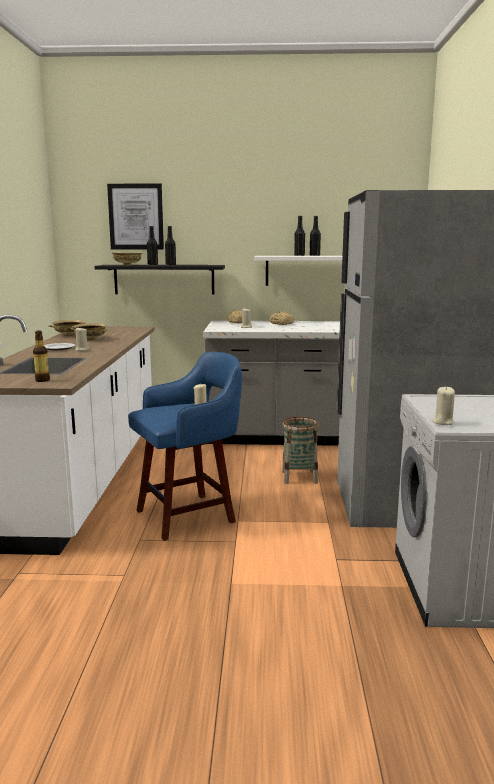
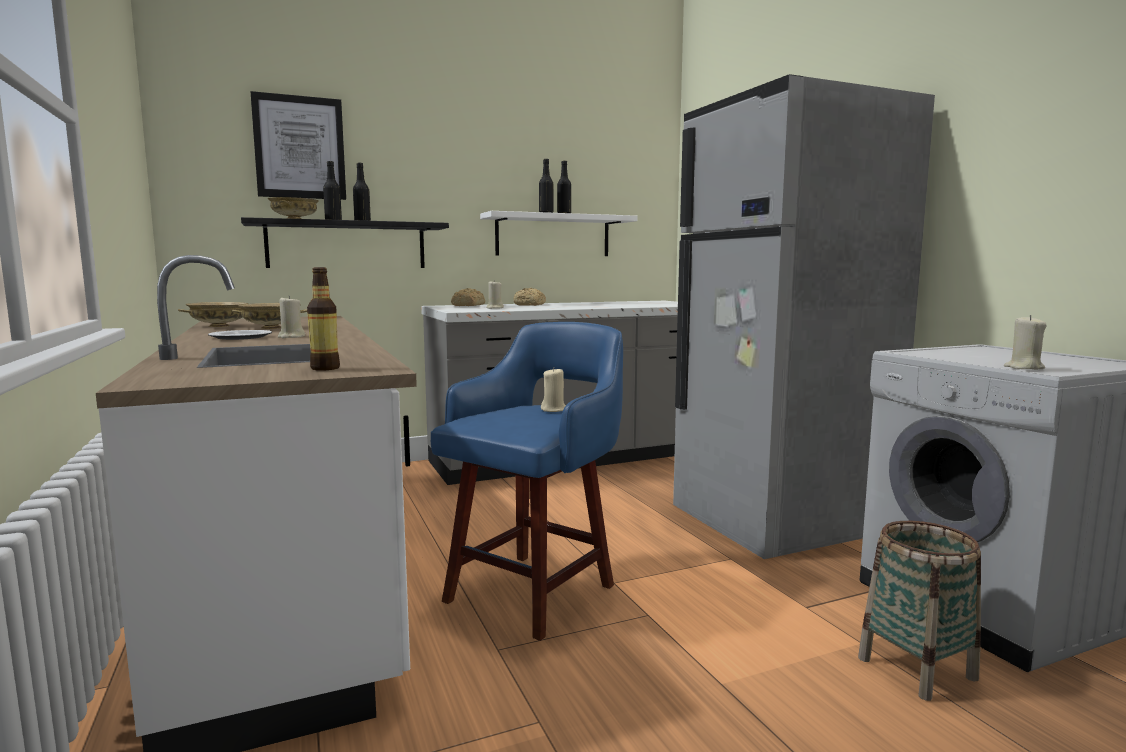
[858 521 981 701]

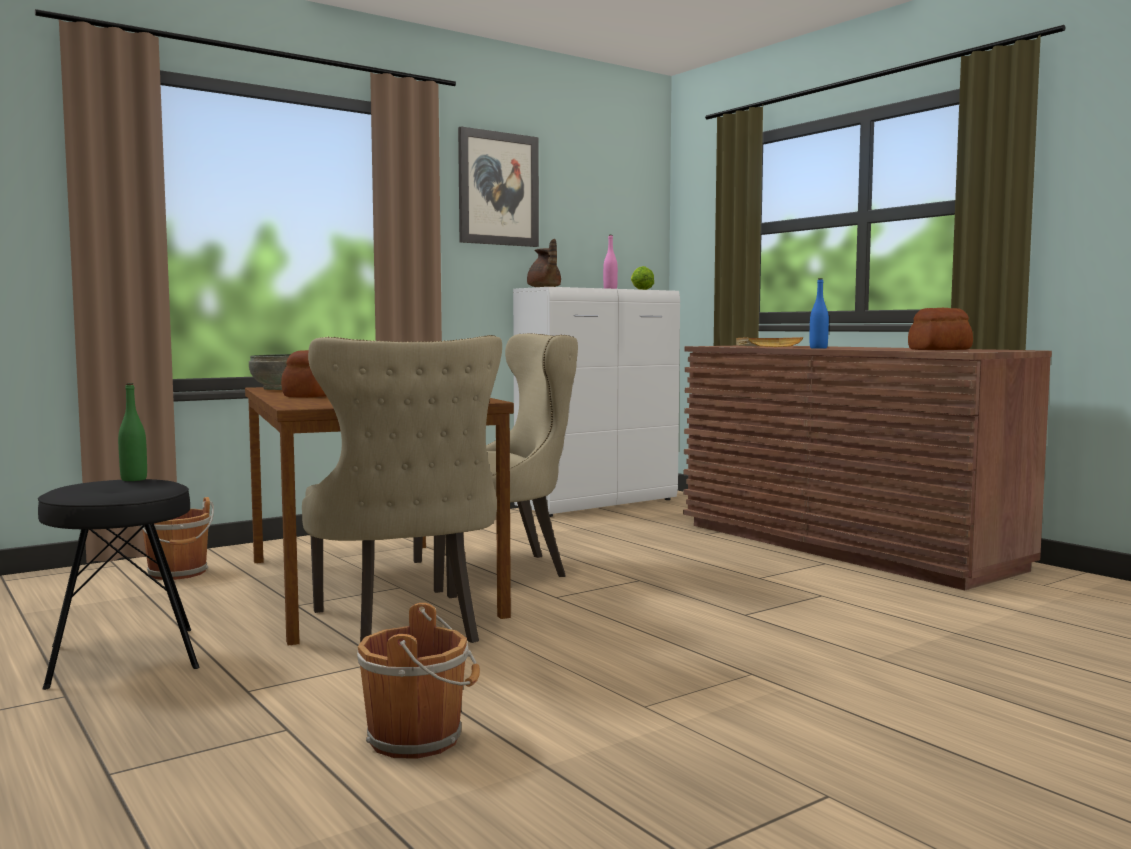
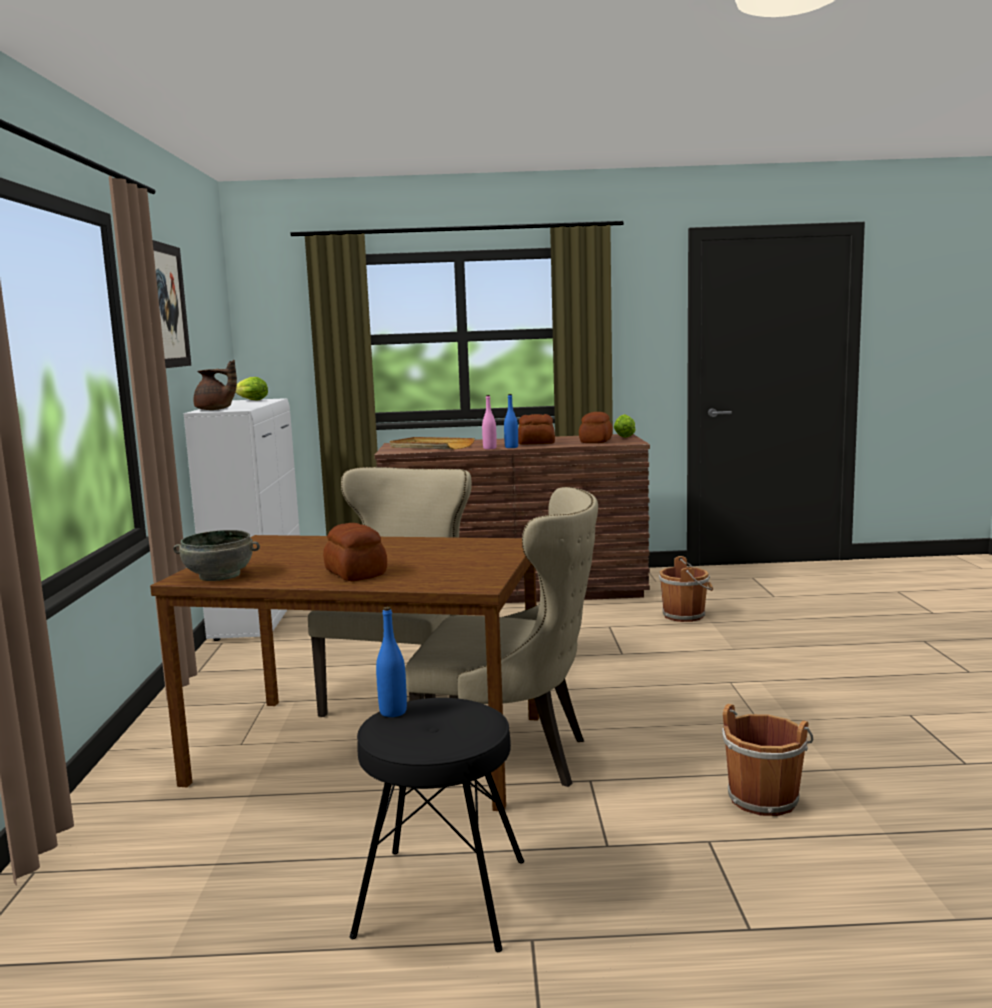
[376 607 407 717]
[659 556 713 622]
[482 395 497 449]
[518 414 555 445]
[613 414 636 438]

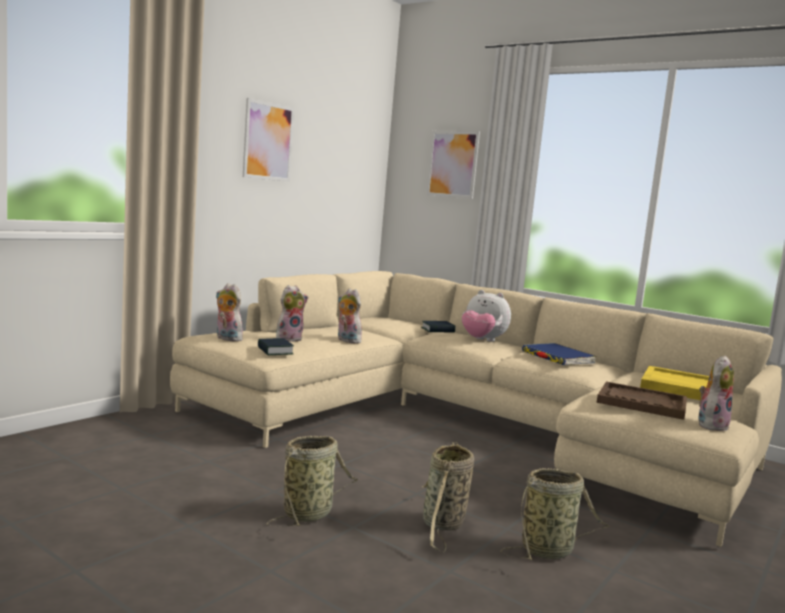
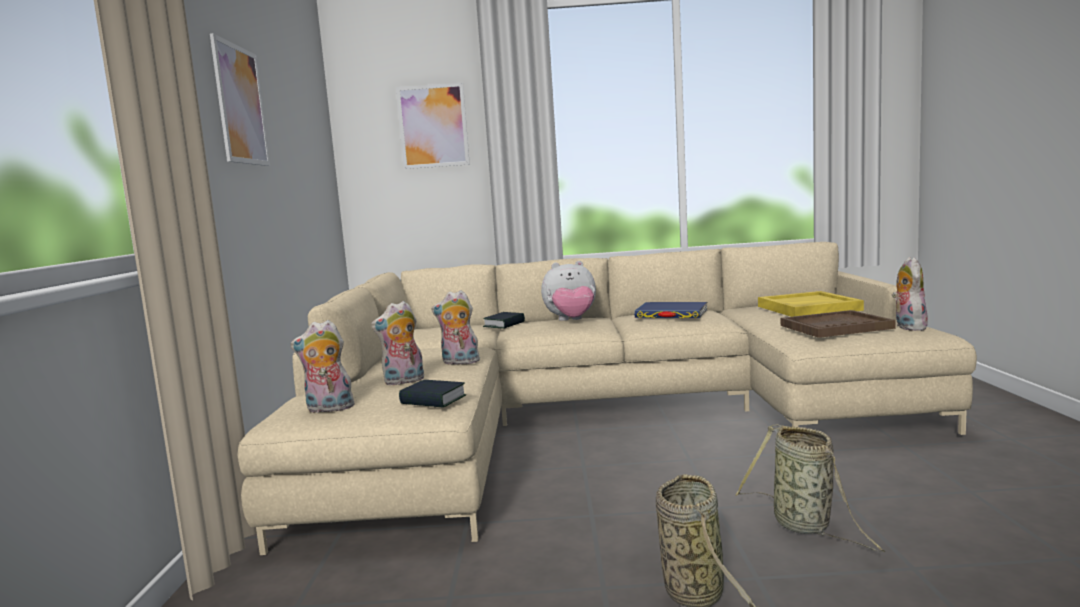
[371 301 424 386]
[501 468 610 560] (first image)

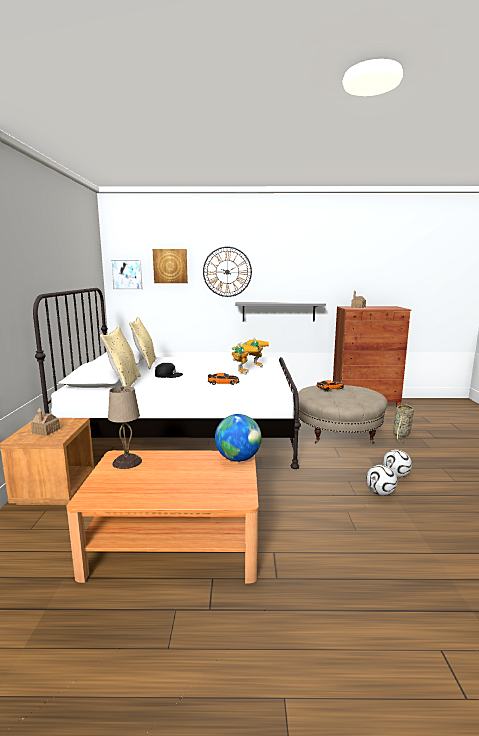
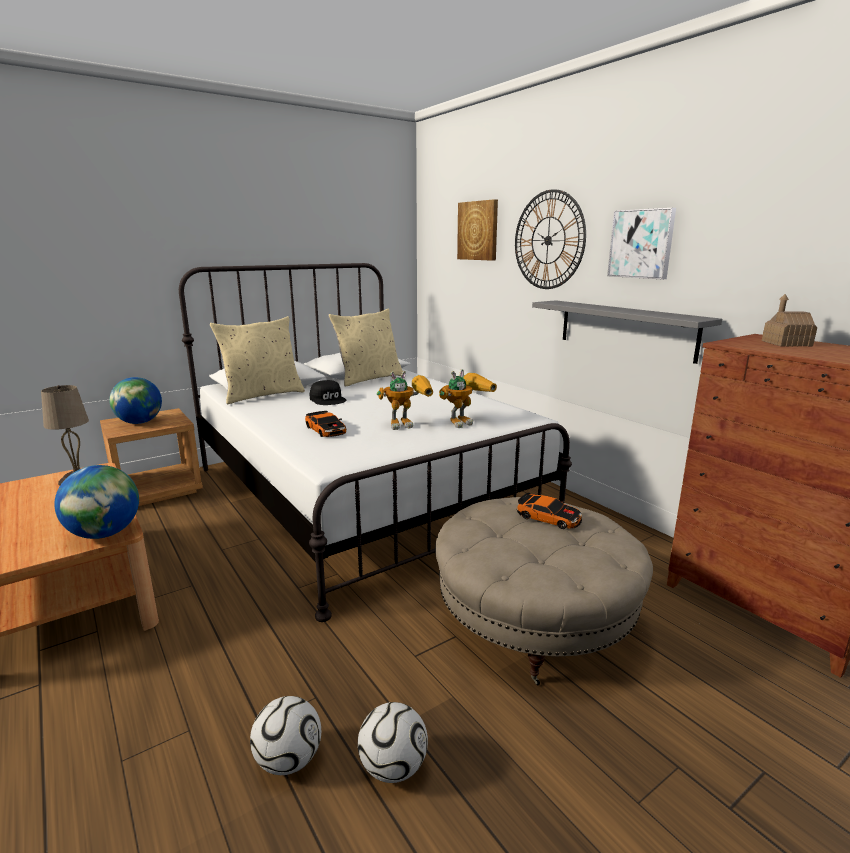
[109 377 162 424]
[607 208 676 279]
[392 404 414 442] (first image)

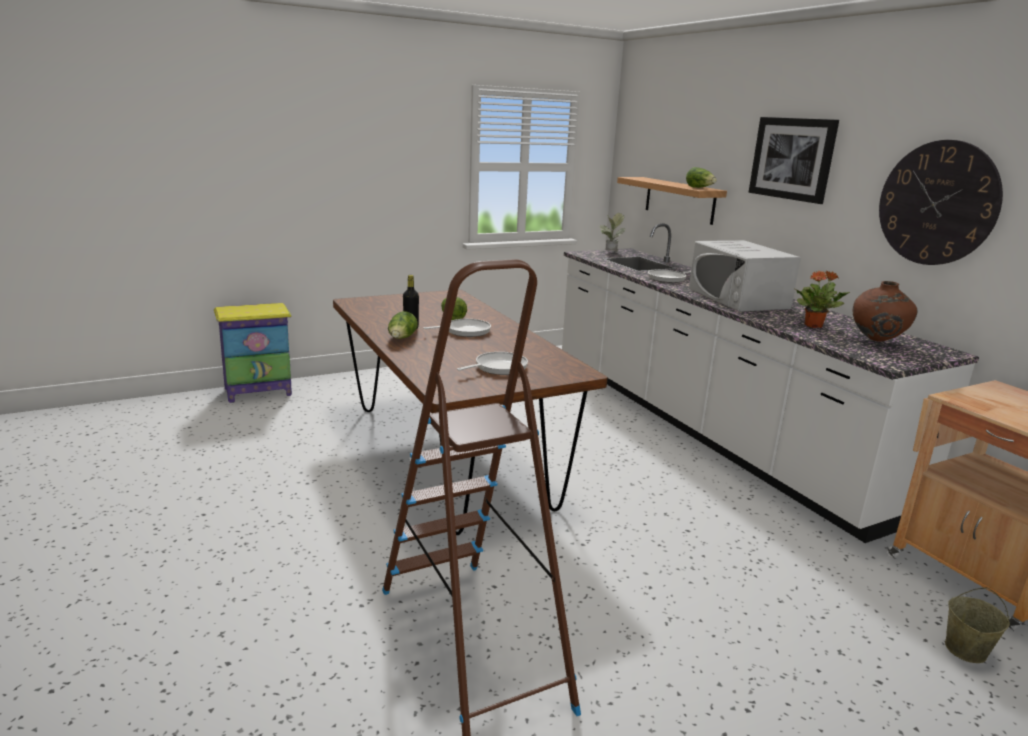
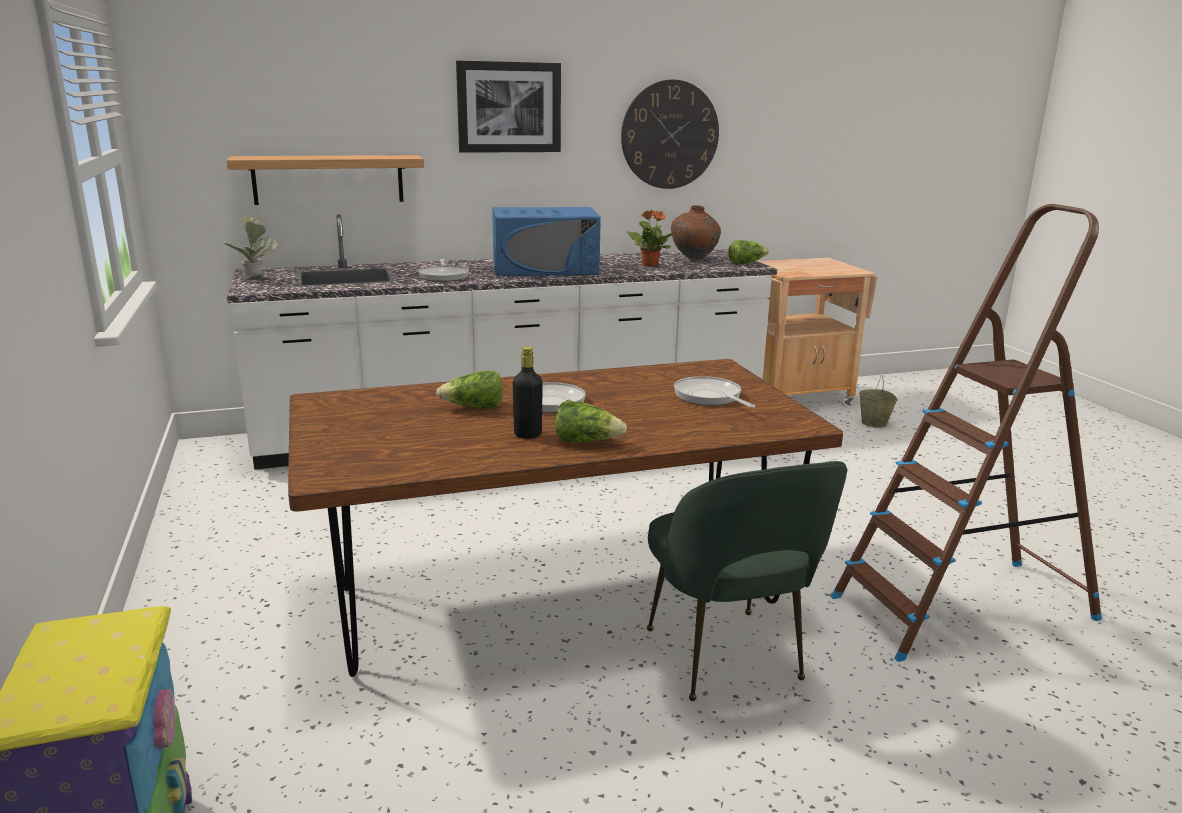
[728 240 769 265]
[492 207 601 276]
[647 461 847 701]

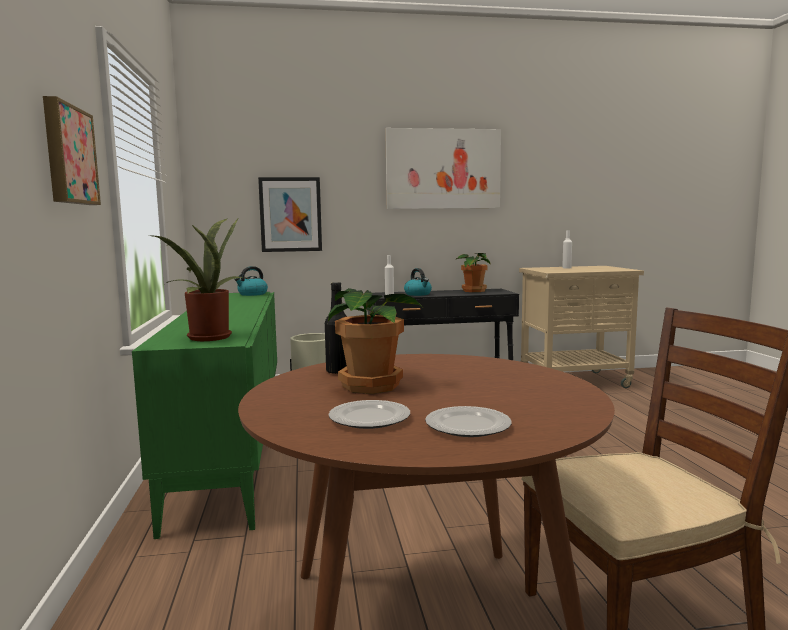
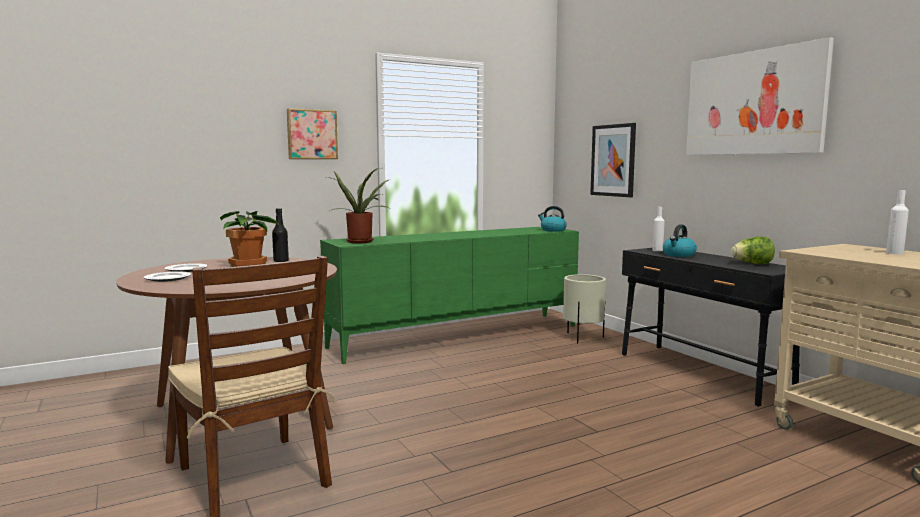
[731 237 775 264]

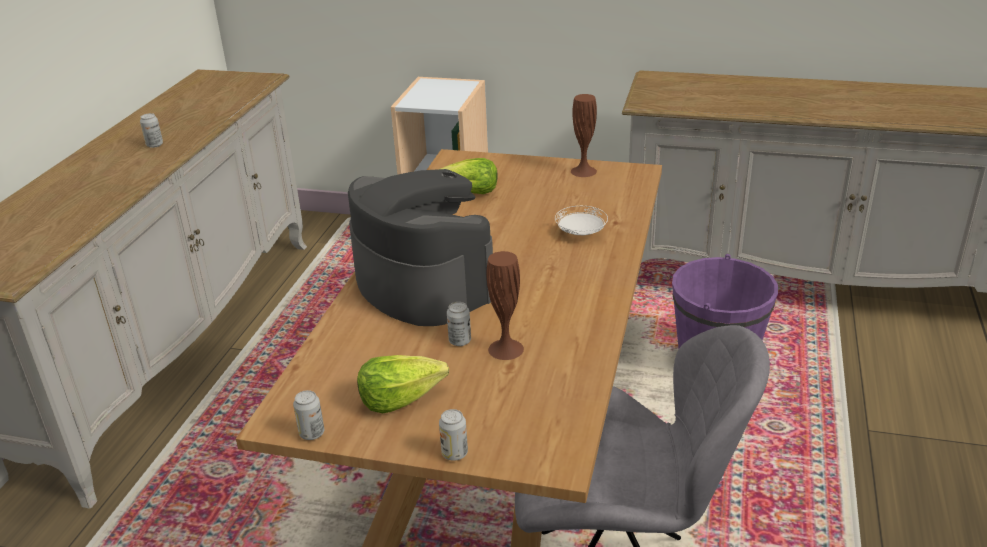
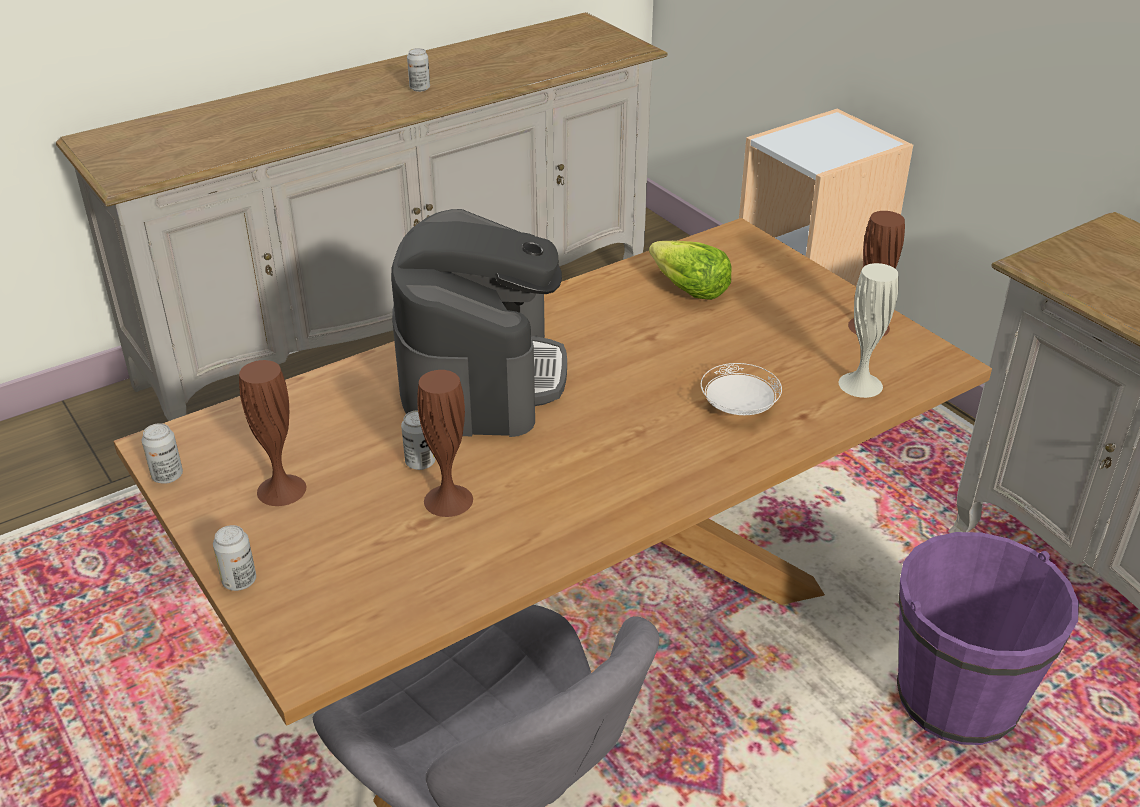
[239 360 306 506]
[838 263 899 398]

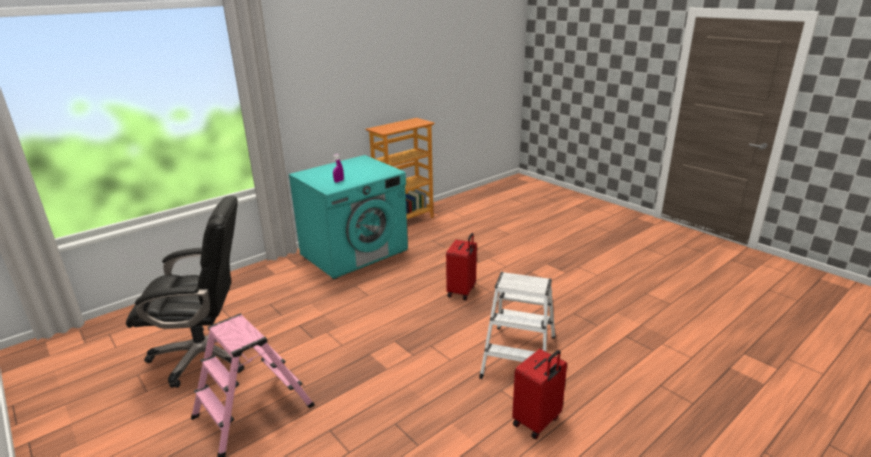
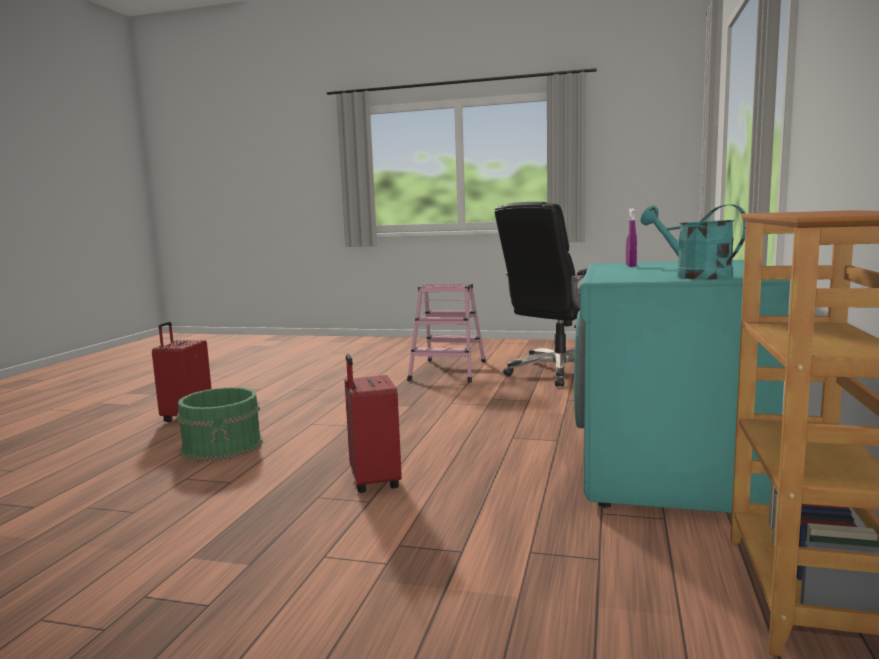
[177 387 263 461]
[641 204 746 280]

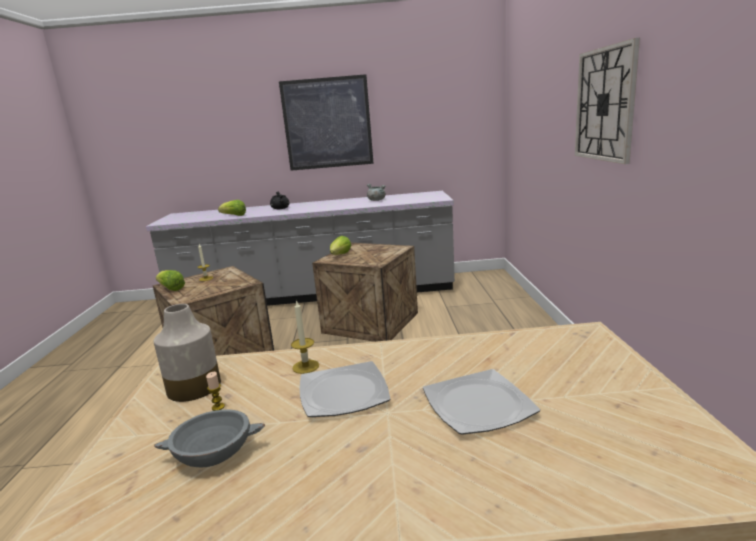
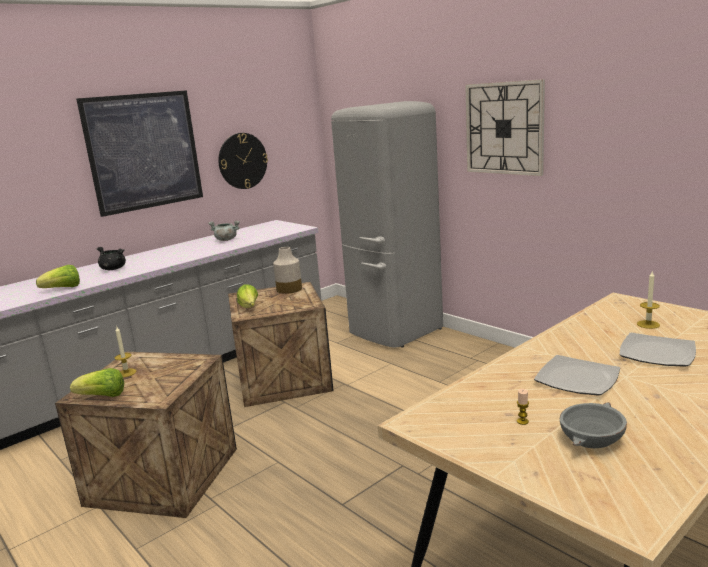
[273 247 302 294]
[637 272 660 329]
[218 133 268 189]
[331 101 443 347]

